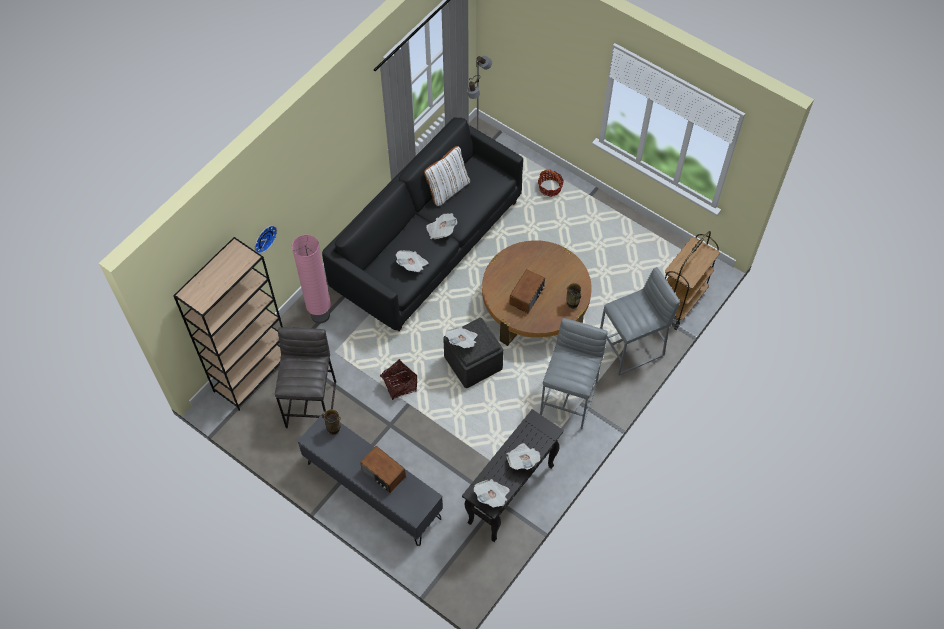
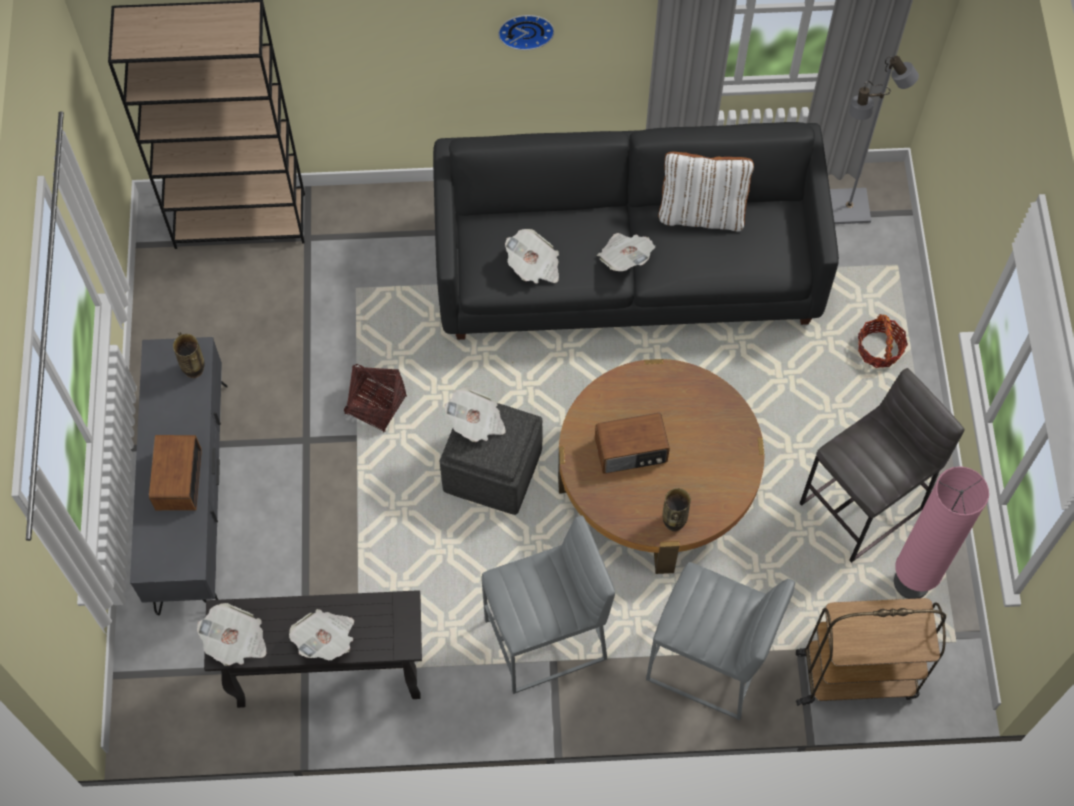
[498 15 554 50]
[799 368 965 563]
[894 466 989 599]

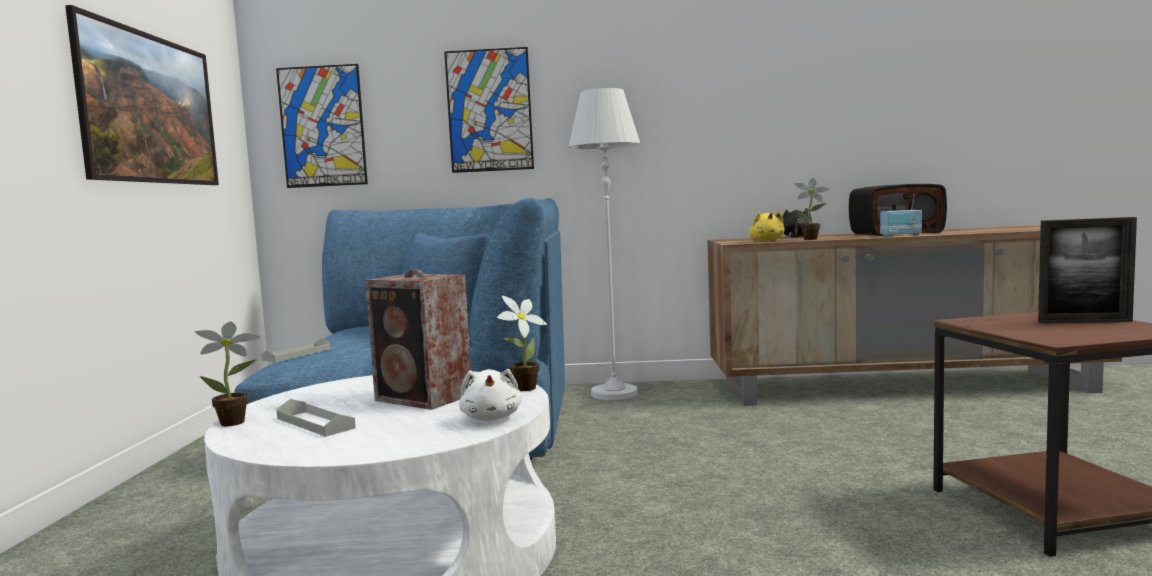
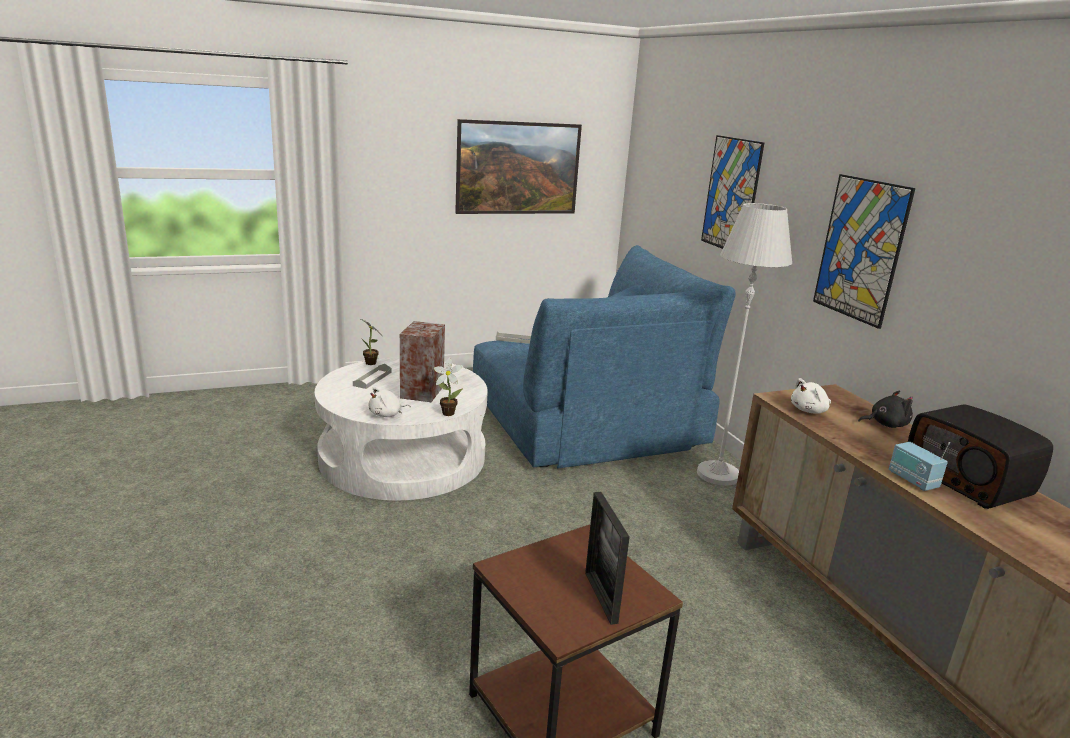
[813 174 916 329]
[791 378 831 414]
[794 178 830 240] (first image)

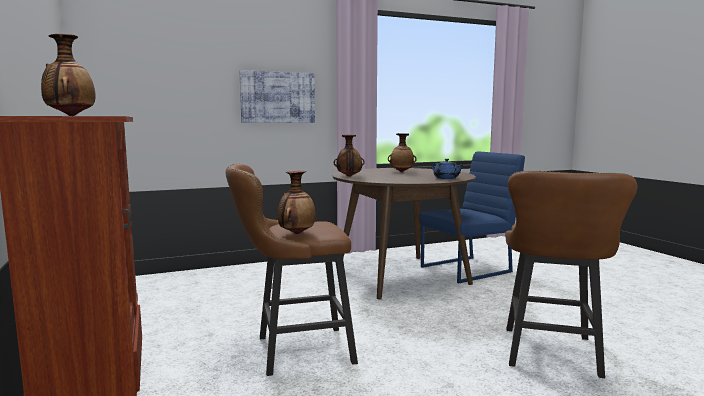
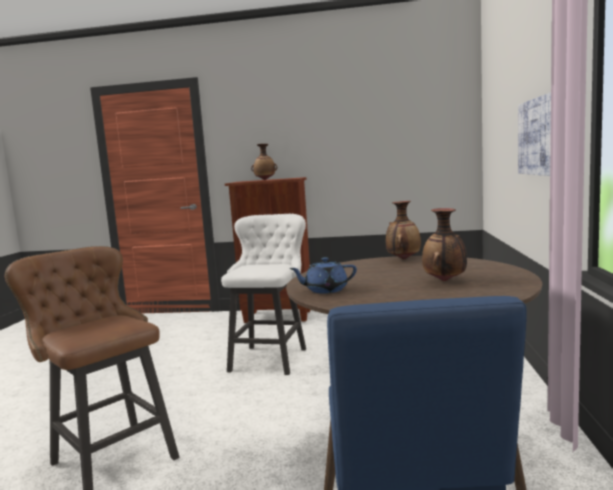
[221 214 306 375]
[278 171 316 234] (first image)

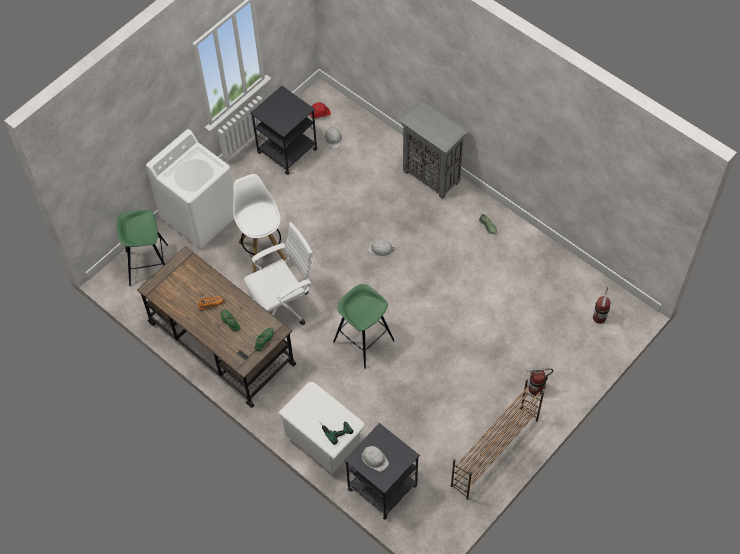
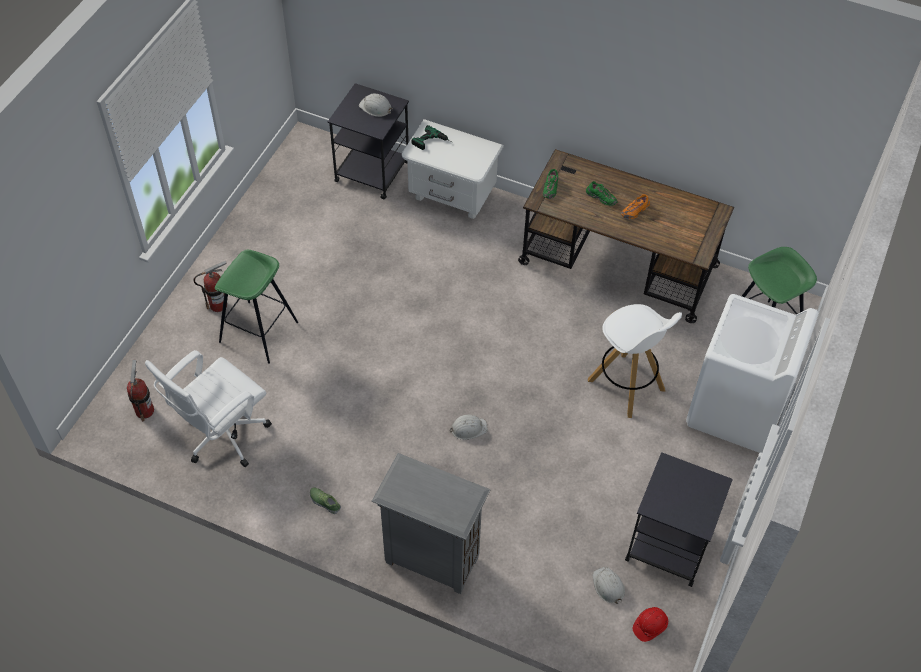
[145 350 272 467]
[215 250 298 364]
[451 379 544 500] (first image)

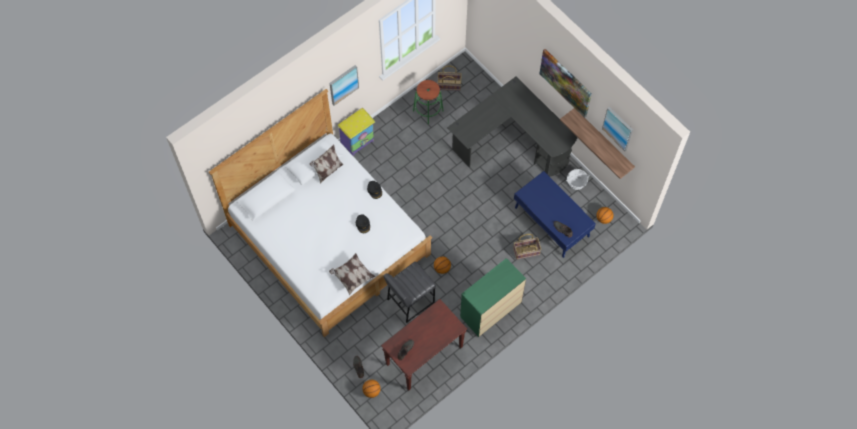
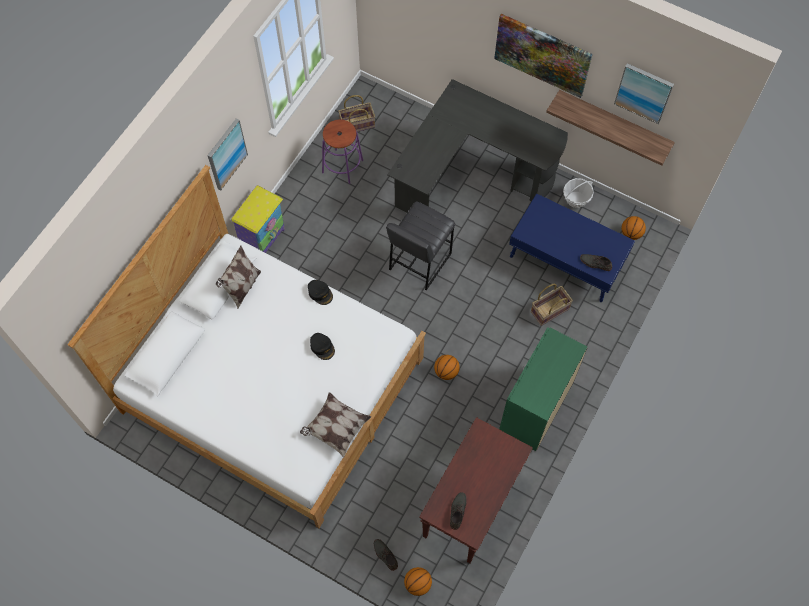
[386 201 455 290]
[322 120 363 184]

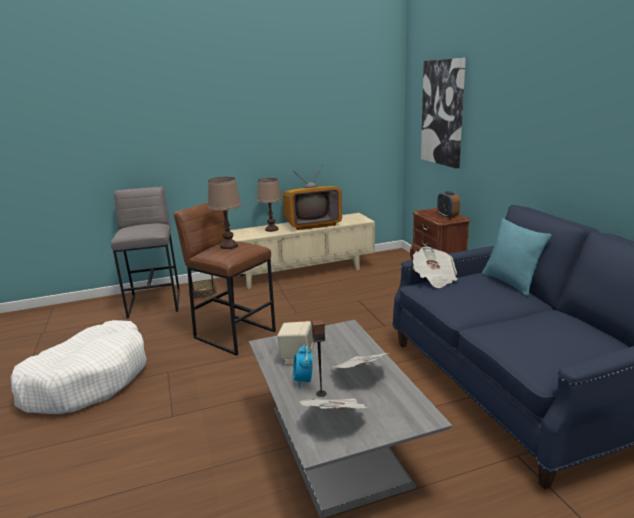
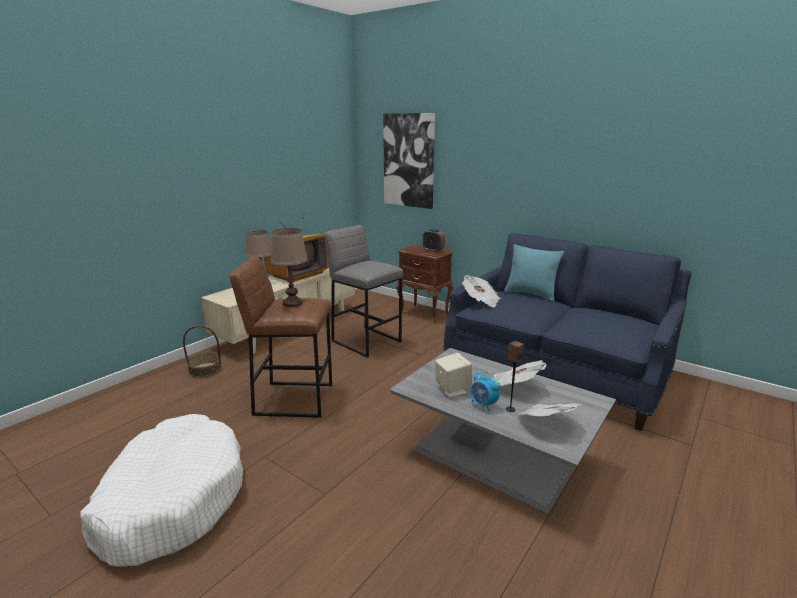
[324 225 403 358]

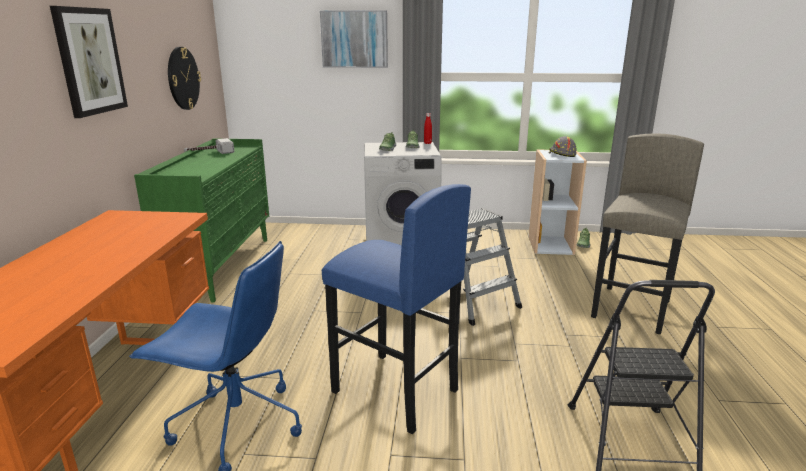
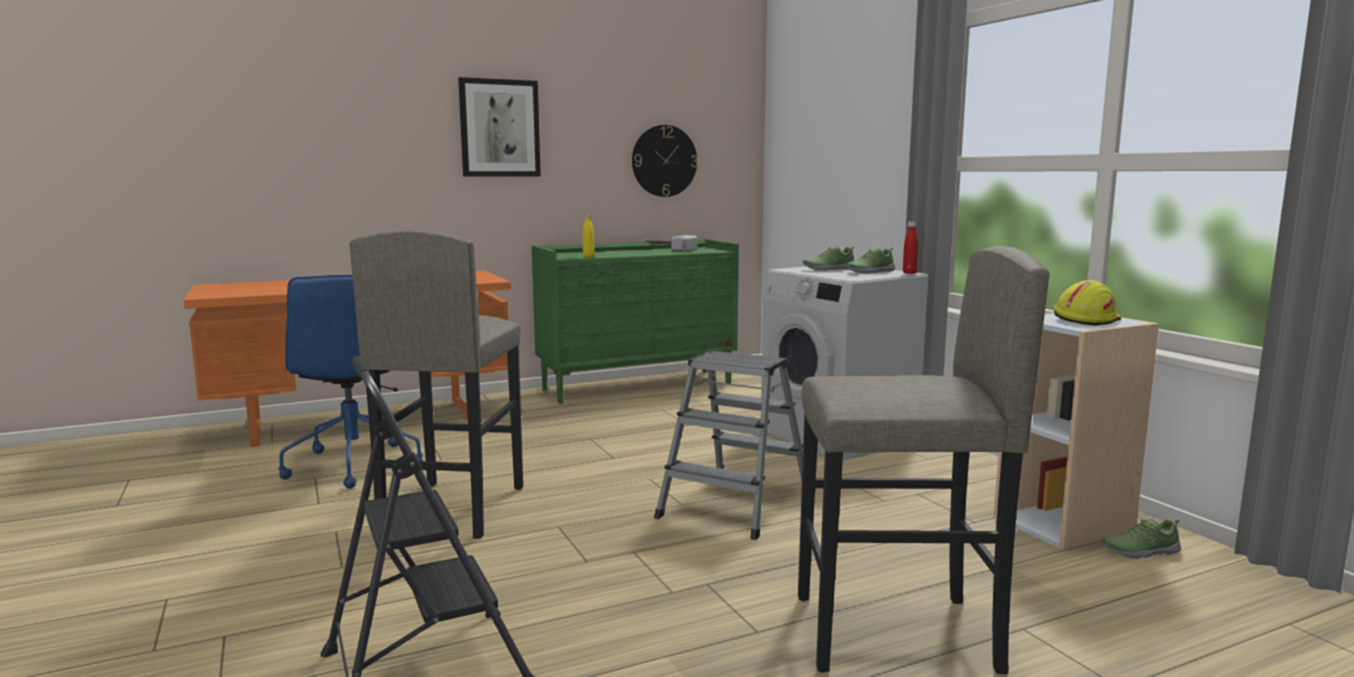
[320 10 388 68] (first image)
[349 230 523 539]
[1054 280 1121 326]
[582 214 594 257]

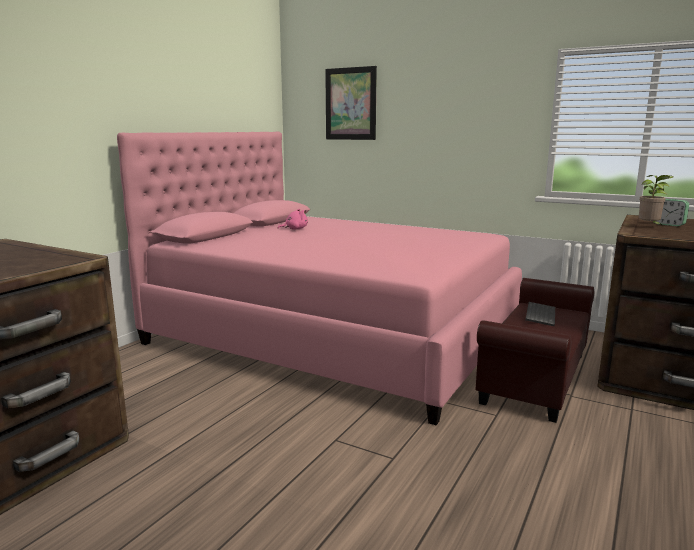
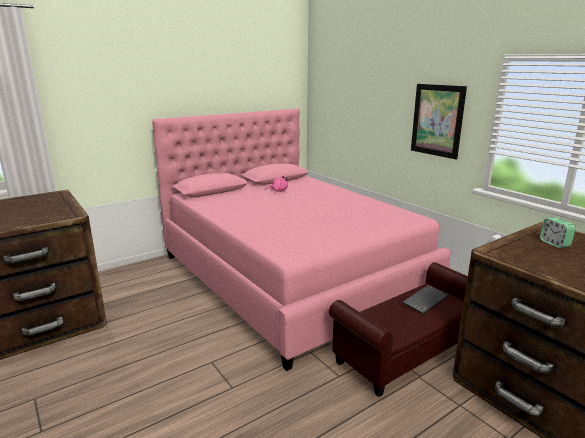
[411 84 467 160]
[639 175 673 225] (first image)

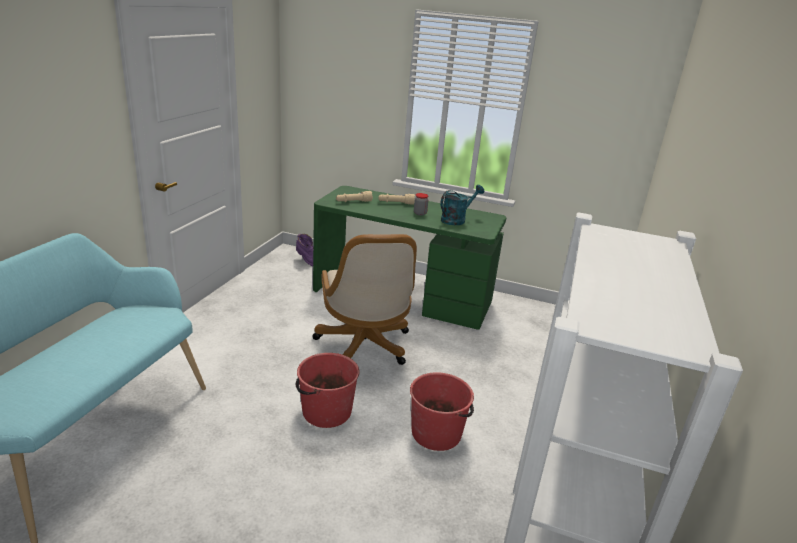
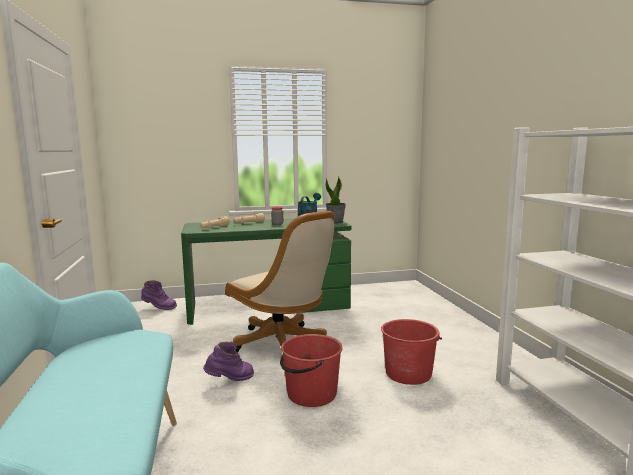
[203 342 254 381]
[326 177 346 223]

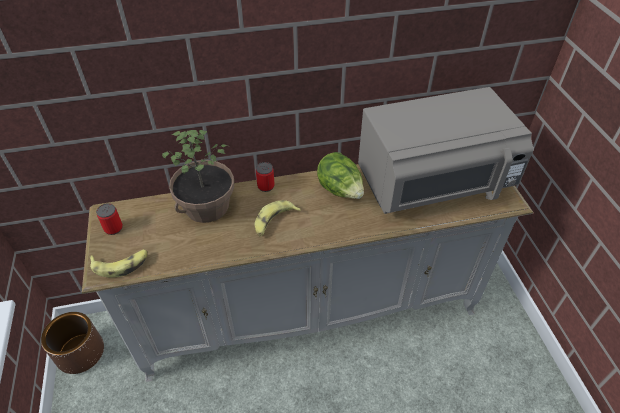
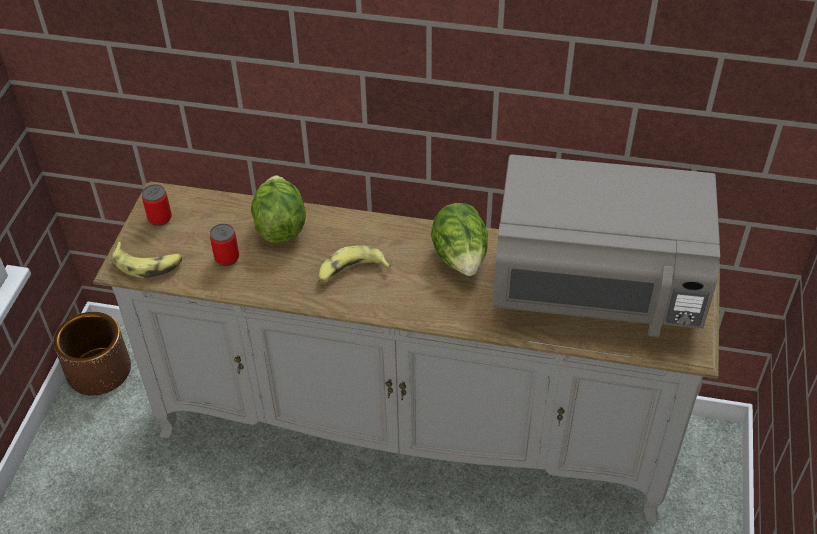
[251 176 306 243]
[210 224 239 266]

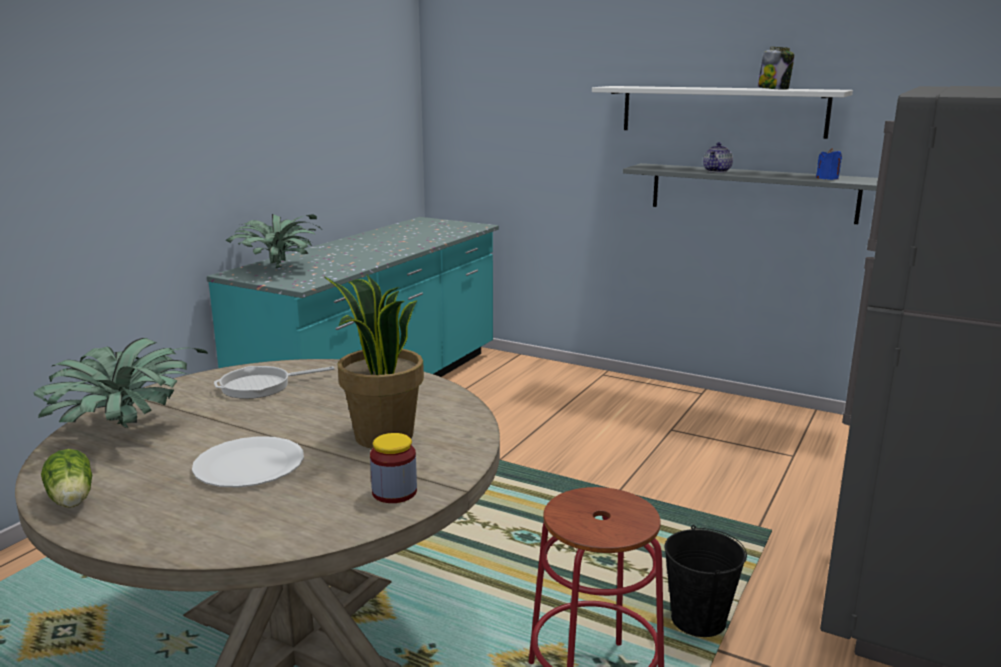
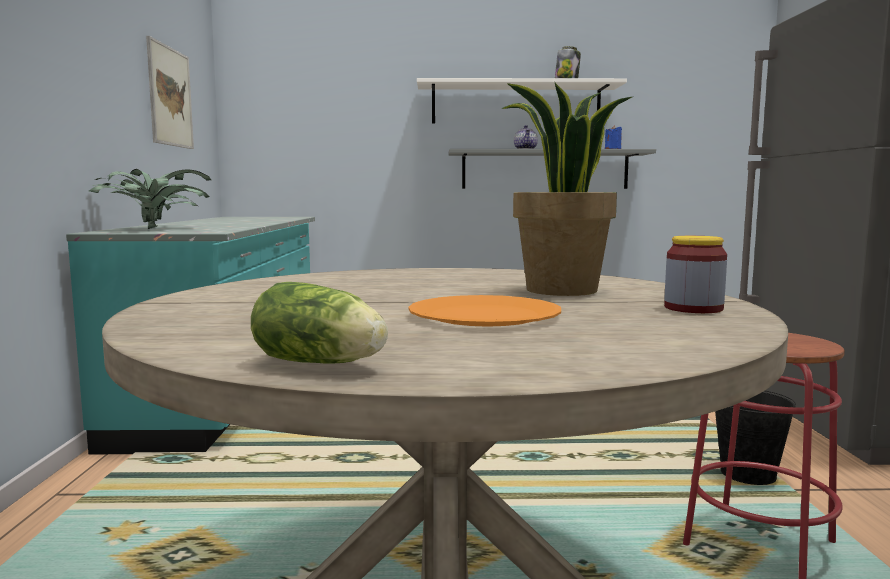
[34 338 208 428] (first image)
[408 295 561 327]
[214 366 335 399] (first image)
[146 36 194 149]

